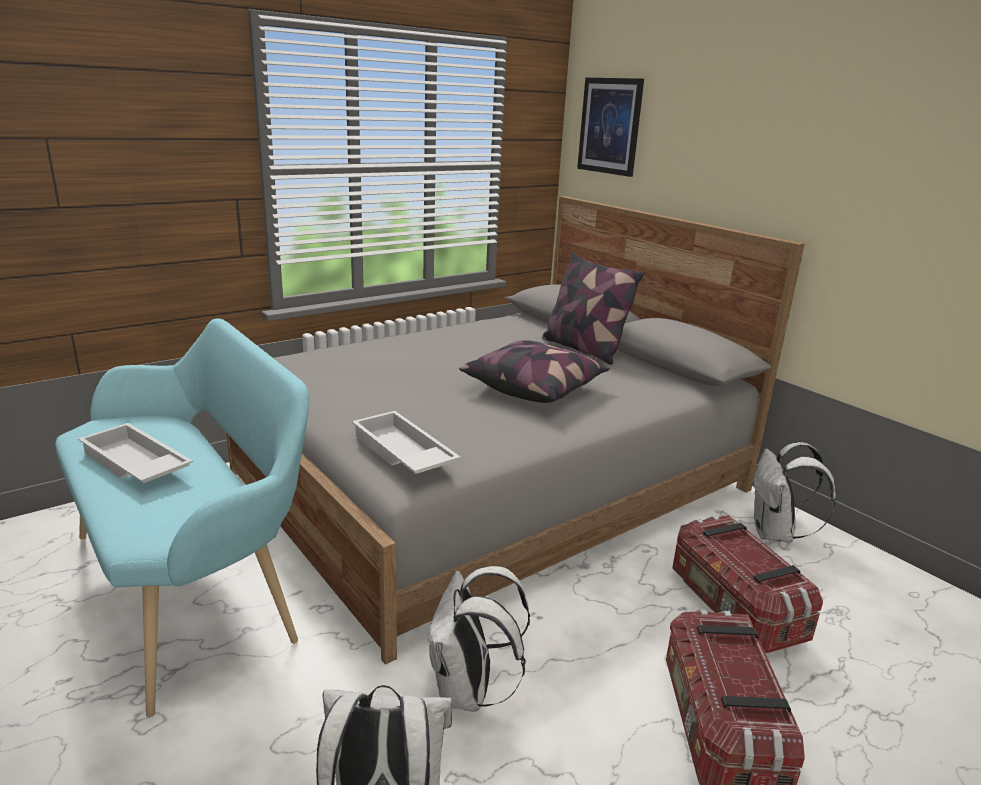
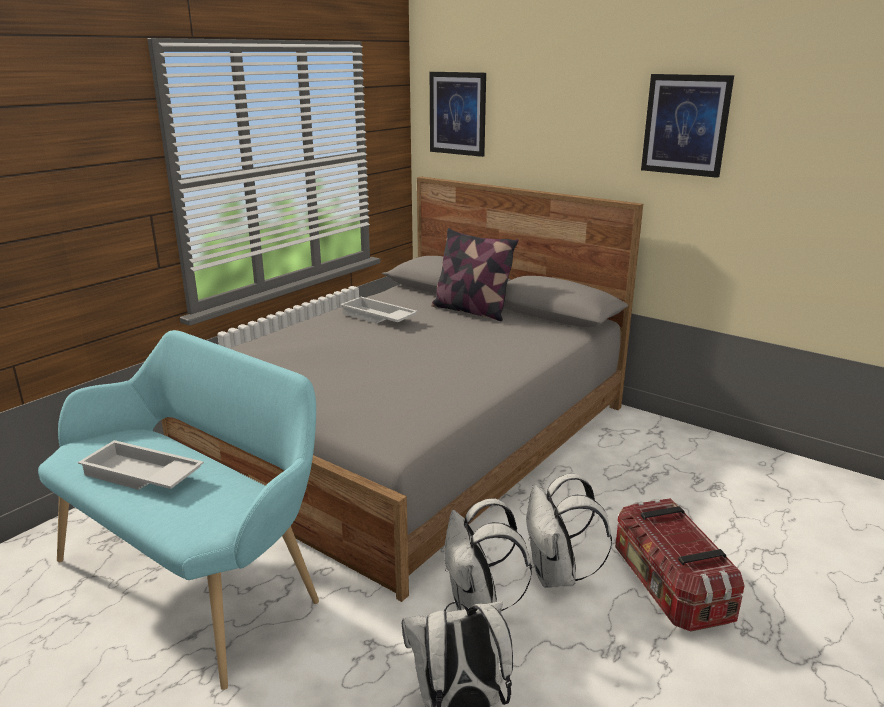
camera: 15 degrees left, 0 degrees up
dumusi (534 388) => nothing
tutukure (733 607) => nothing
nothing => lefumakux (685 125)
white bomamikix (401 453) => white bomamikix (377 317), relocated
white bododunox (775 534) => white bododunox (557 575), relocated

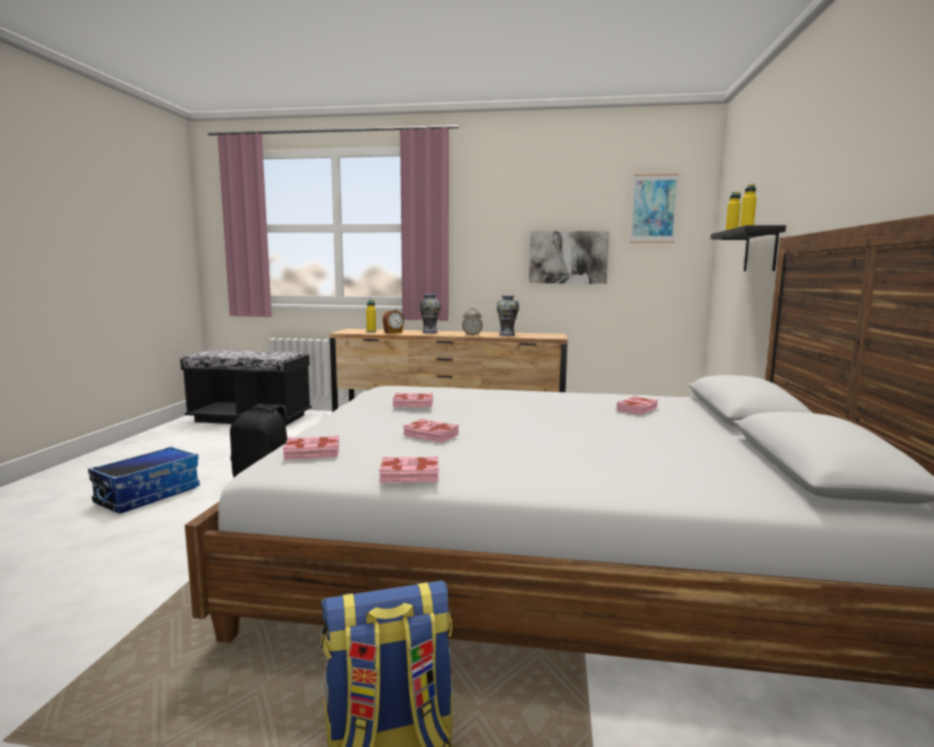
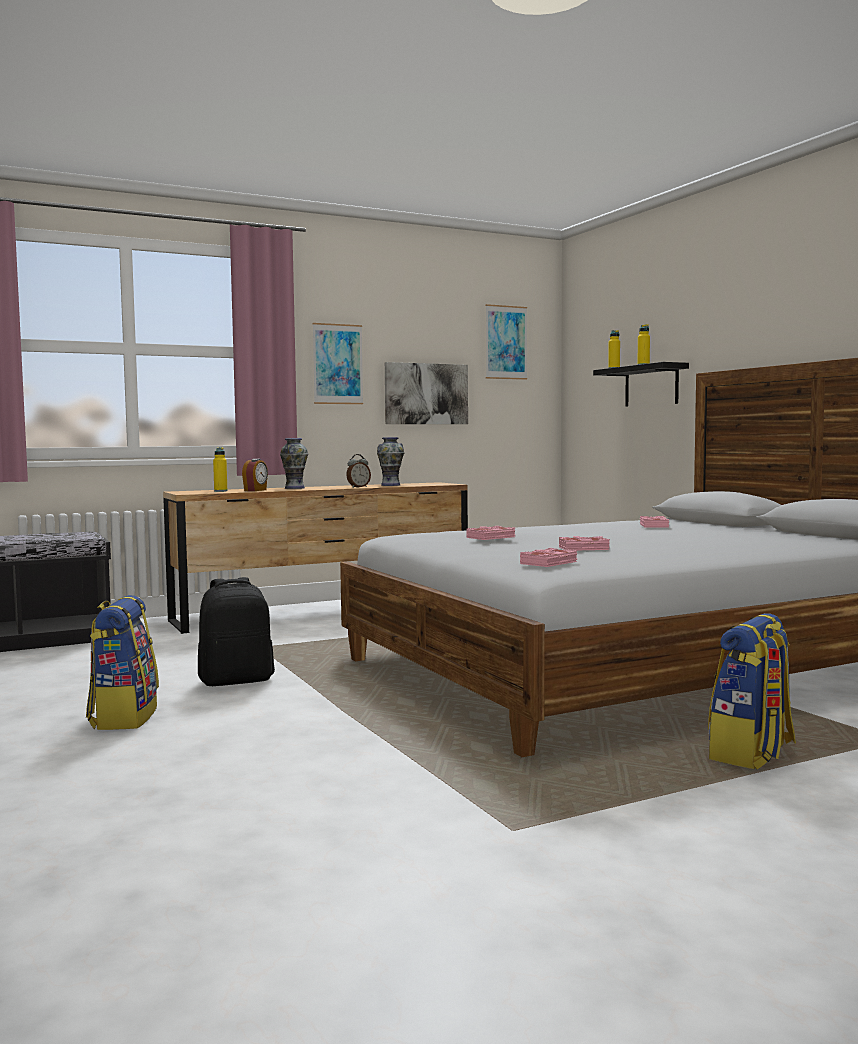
camera: 35 degrees left, 5 degrees down
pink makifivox (410 476) => nothing
nothing => lefumakux (337 364)
tutukure (148 495) => bododunox (123 717)

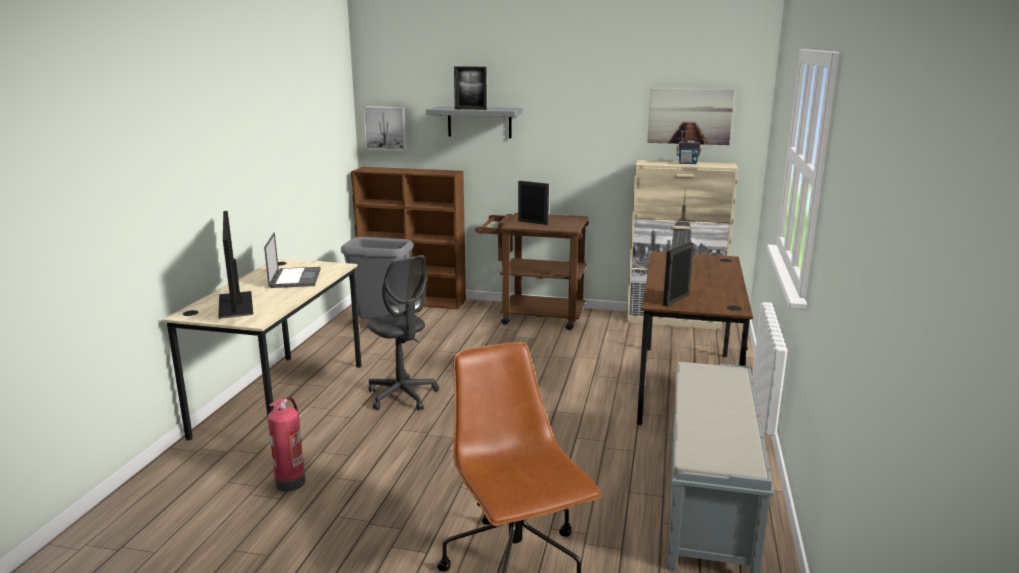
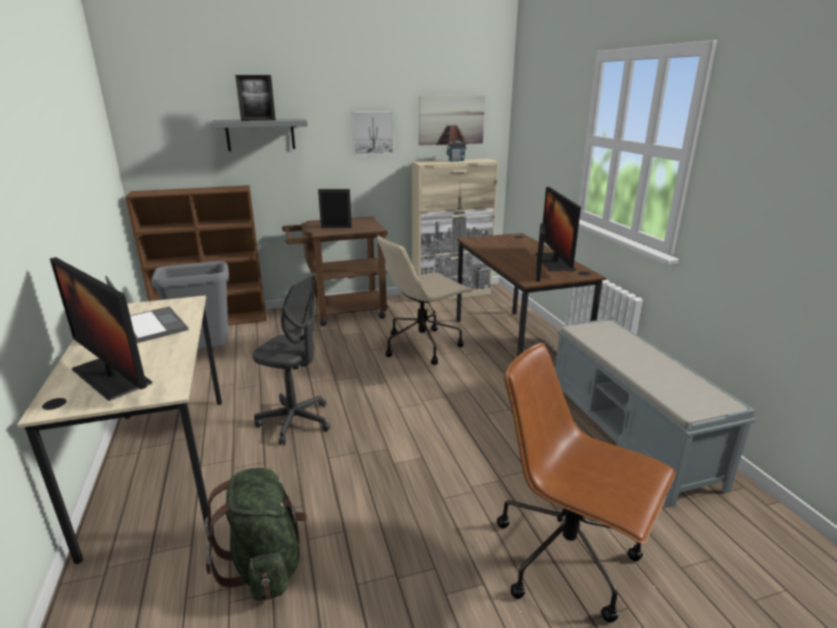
camera: 30 degrees left, 5 degrees up
nothing => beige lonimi (423 345)
nothing => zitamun (554 262)
lefumakux (385 128) => lefumakux (372 133), relocated
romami (290 481) => green bododunox (265 564)

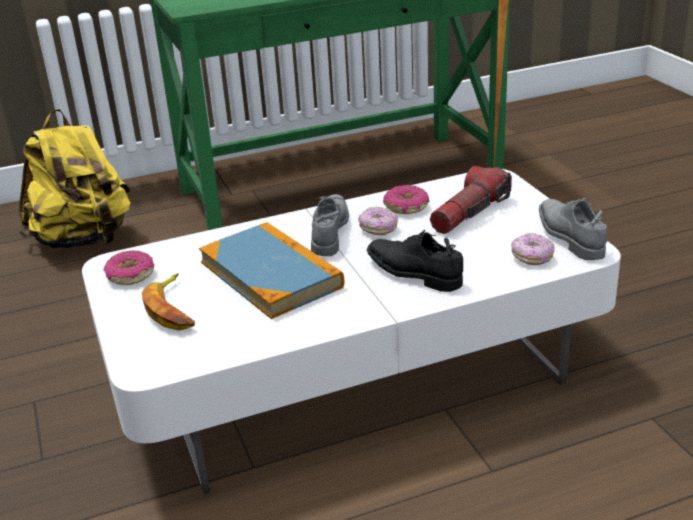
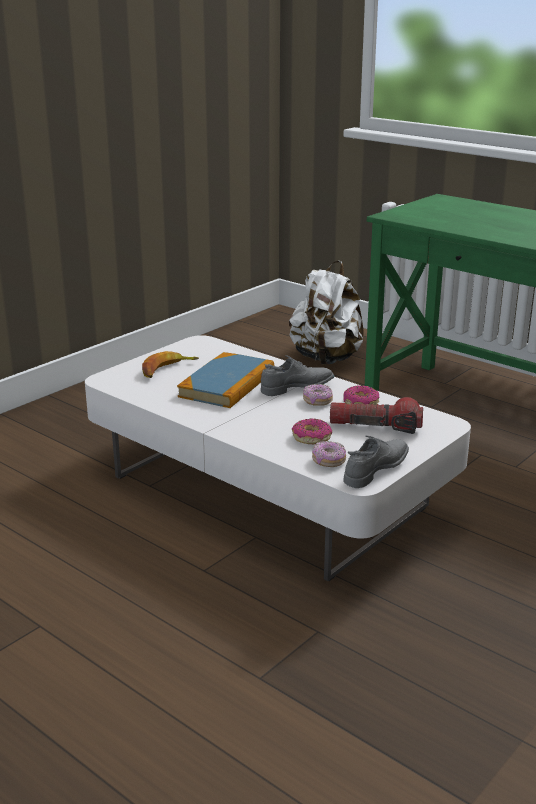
camera: 60 degrees right, 5 degrees down
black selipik (413 273) => nothing
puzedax (130 275) => puzedax (311 438), relocated
yellow bododunox (84 240) => white bododunox (326 359)

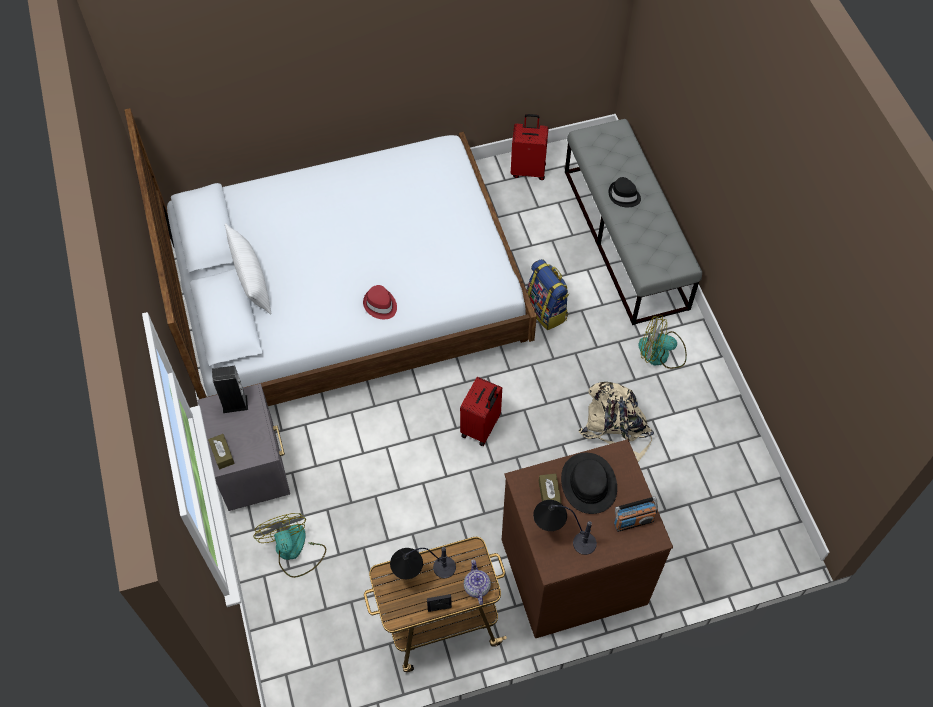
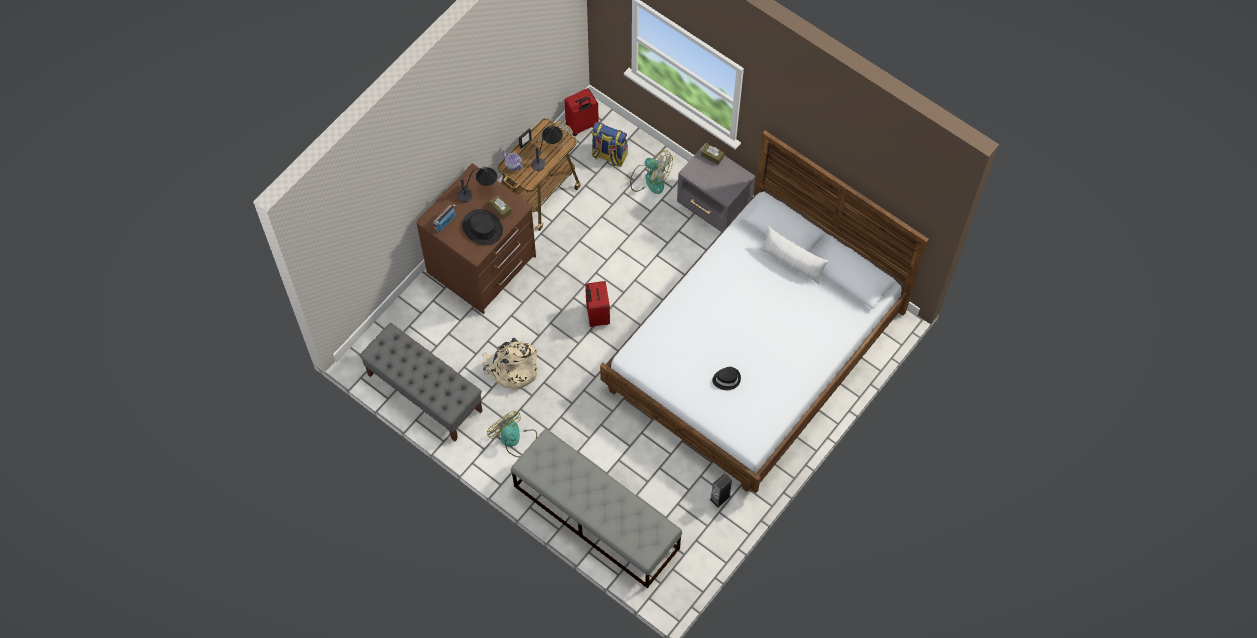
camera: 145 degrees right, 5 degrees up
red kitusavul (380 305) => nothing
nothing => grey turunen (424 393)
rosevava (235 404) => rosevava (720 497), relocated
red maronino (528 170) => red maronino (582 125), relocated
bododunox (547 310) => bododunox (609 155), relocated
black kitusavul (624 196) => black kitusavul (726 379), relocated
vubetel (661 353) => vubetel (514 439), 105 degrees counterclockwise

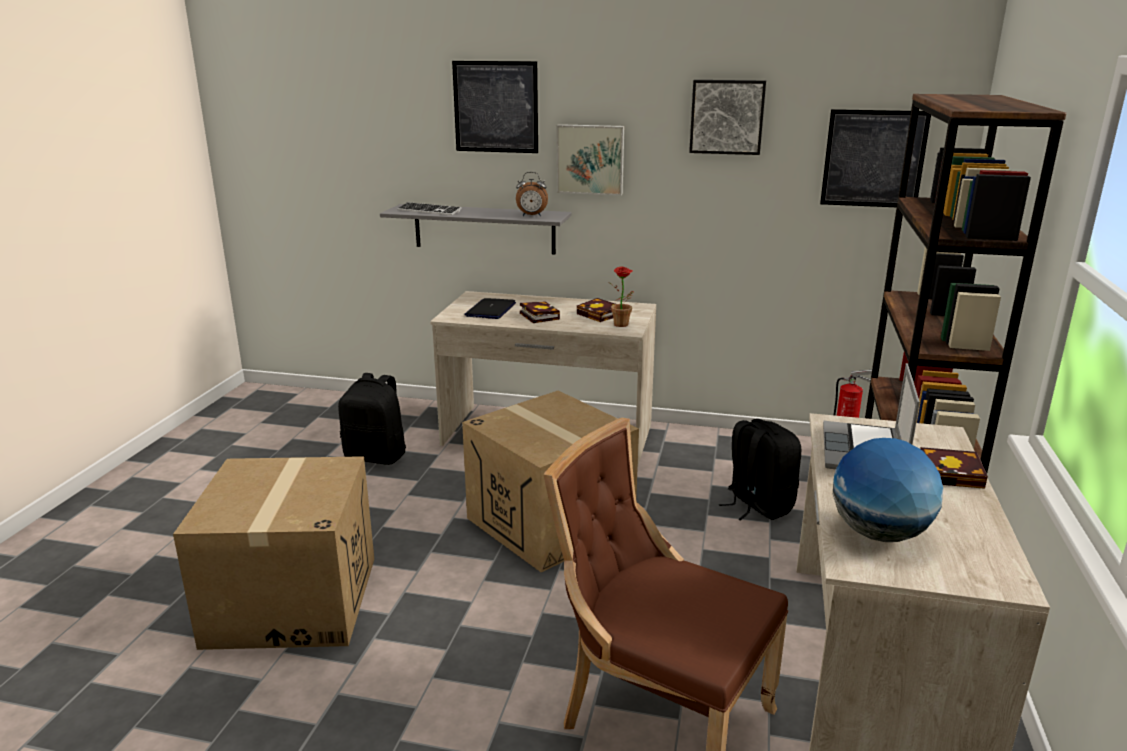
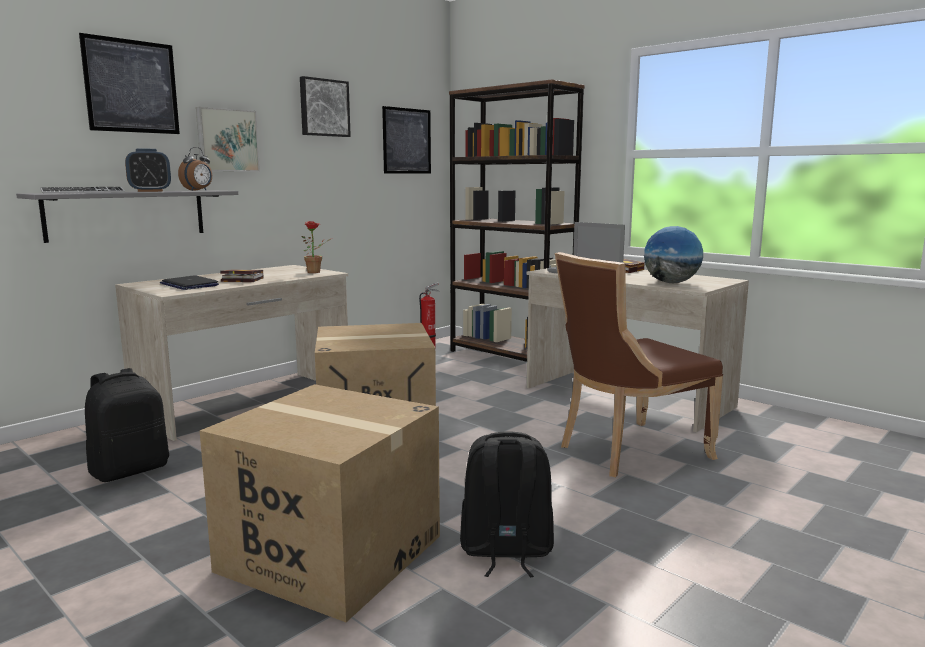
camera: 60 degrees left, 10 degrees down
makifivox (600 315) => nothing
nothing => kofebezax (150 191)
black bododunox (757 505) => black bododunox (505 551), relocated

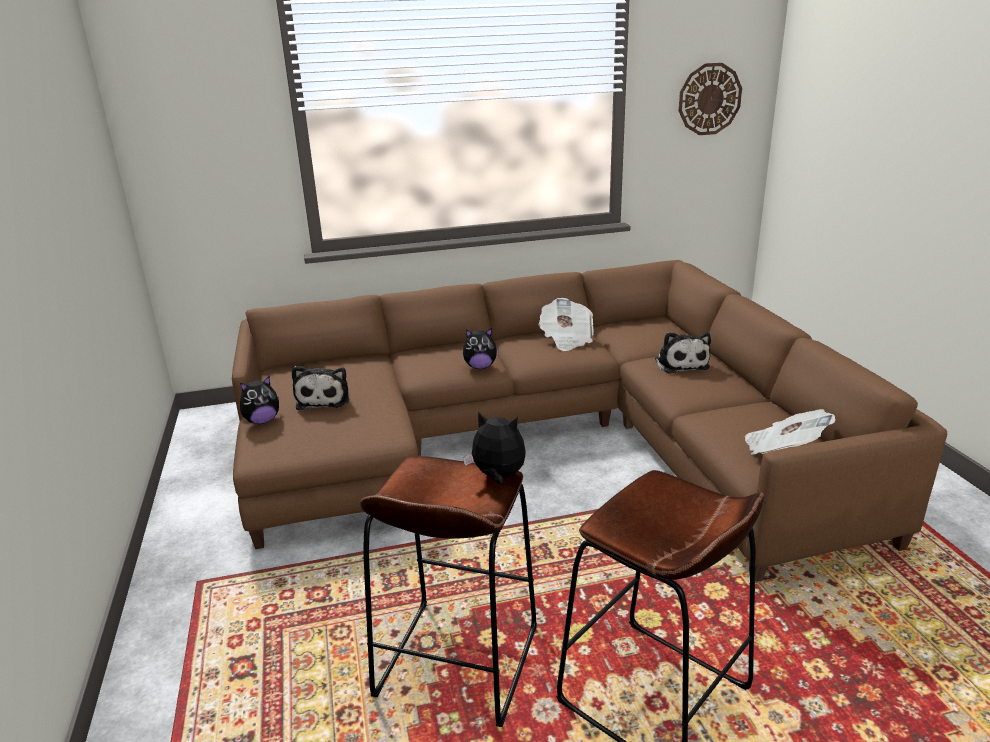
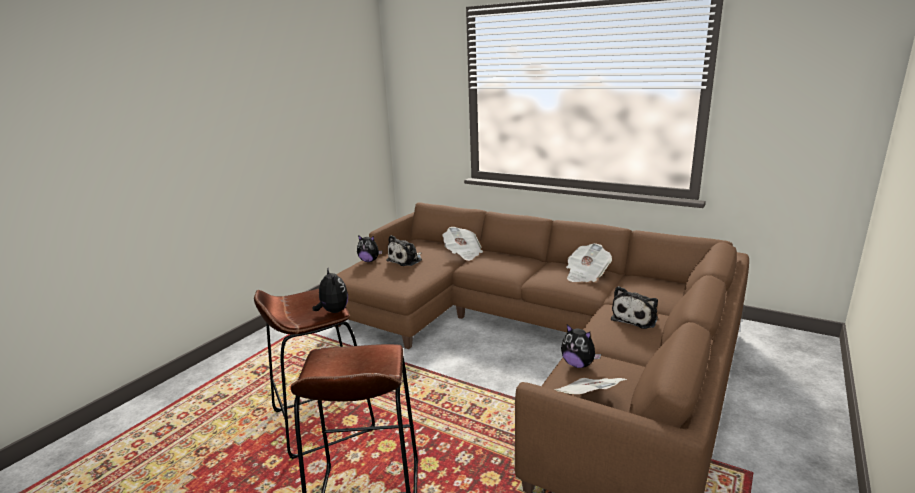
camera: 45 degrees right, 5 degrees down
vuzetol (709 99) => nothing
nothing => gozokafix (463 253)
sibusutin (480 367) => sibusutin (578 364), relocated

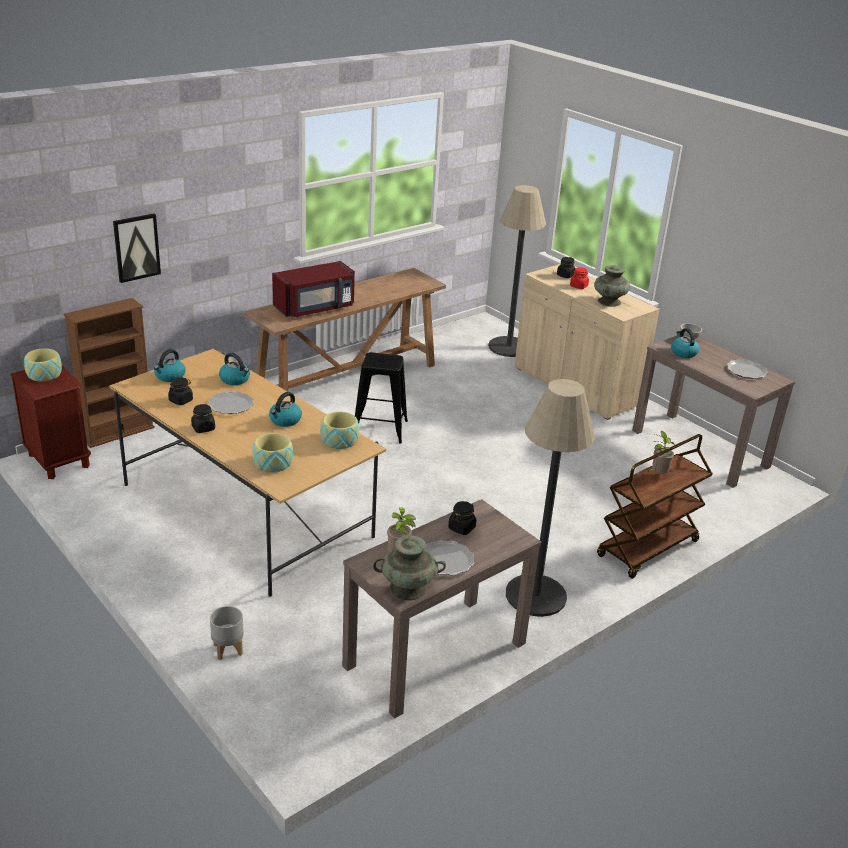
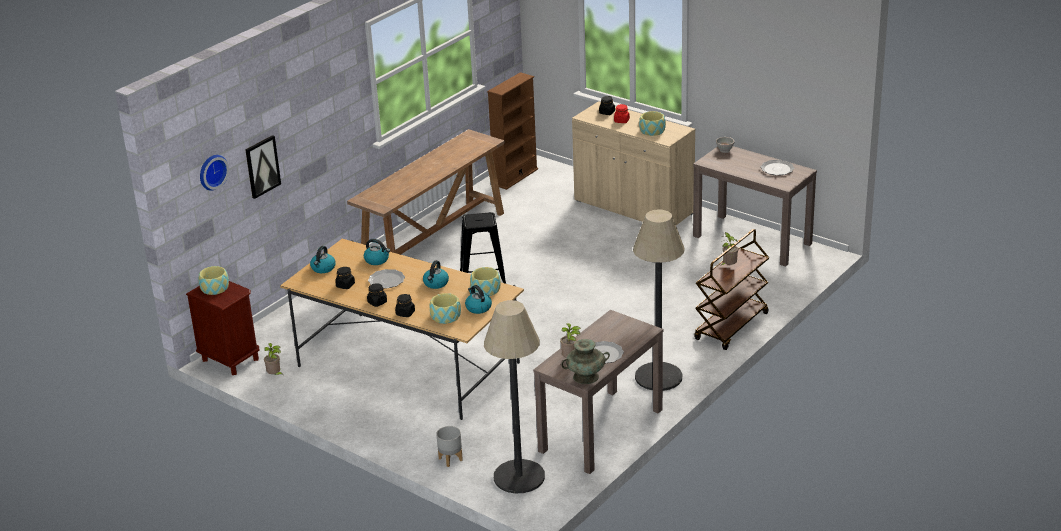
camera: 10 degrees left, 0 degrees up
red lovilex (315 308) => nothing
nothing => vuzetol (211 171)
nothing => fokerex (275 375)
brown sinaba (117 432) => brown sinaba (515 177), relocated
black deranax (461 528) => black deranax (405 313), relocated
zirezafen (509 347) => zirezafen (519 477), relocated
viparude (683 352) => viparude (478 308), relocated
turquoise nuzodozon (609 301) => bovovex (652 130)

